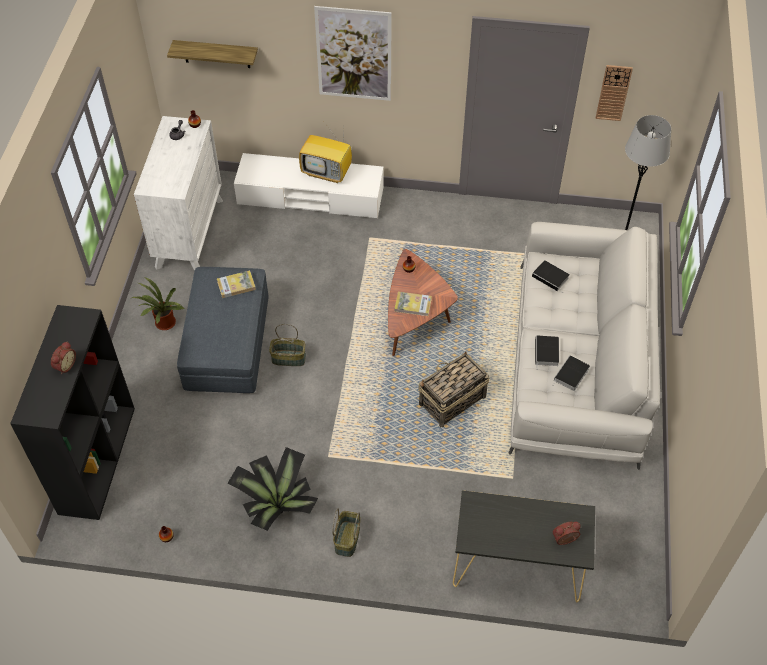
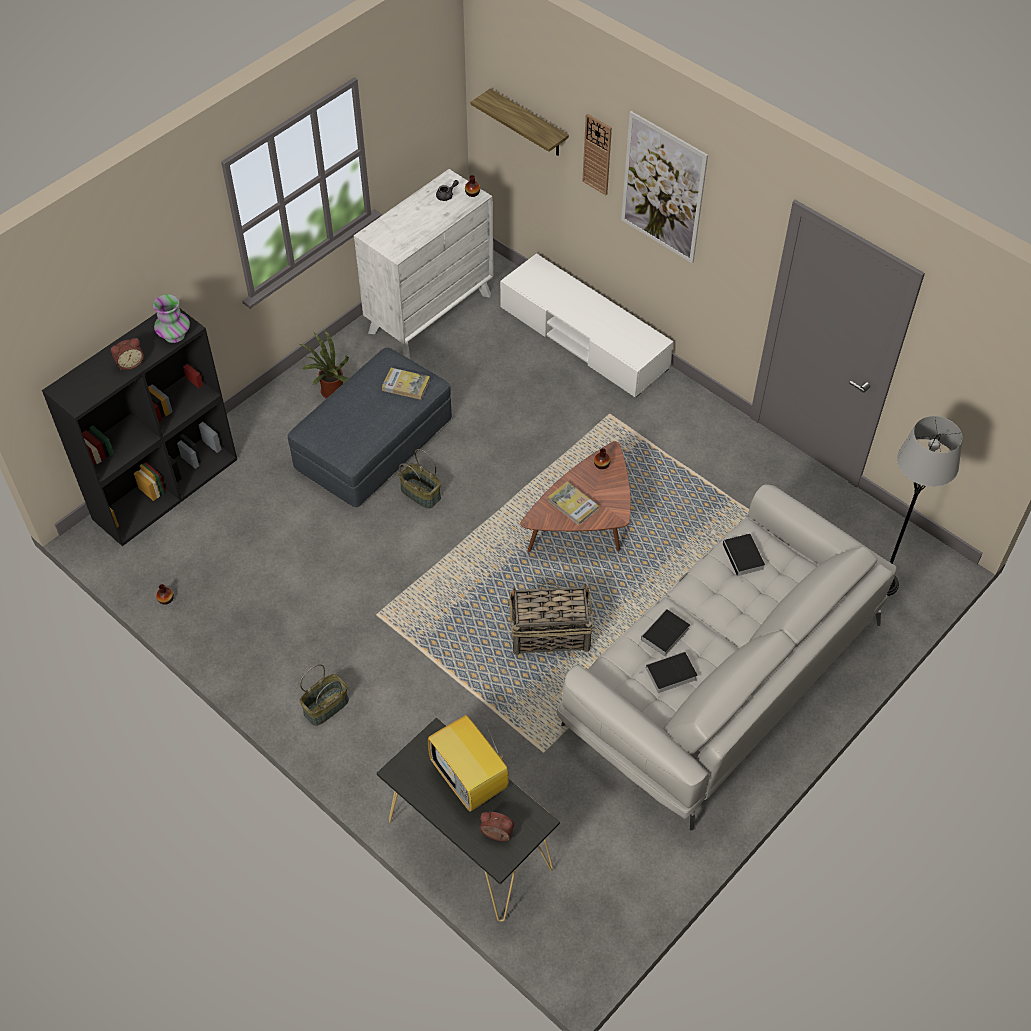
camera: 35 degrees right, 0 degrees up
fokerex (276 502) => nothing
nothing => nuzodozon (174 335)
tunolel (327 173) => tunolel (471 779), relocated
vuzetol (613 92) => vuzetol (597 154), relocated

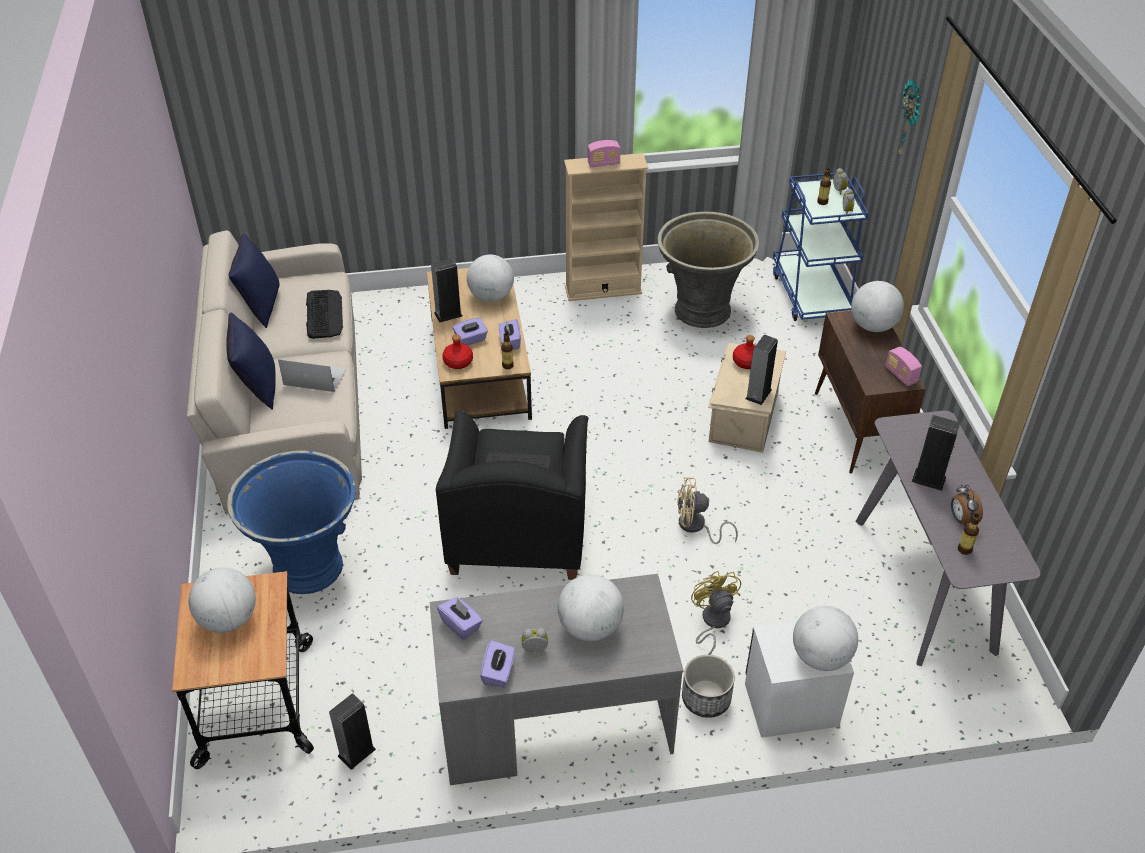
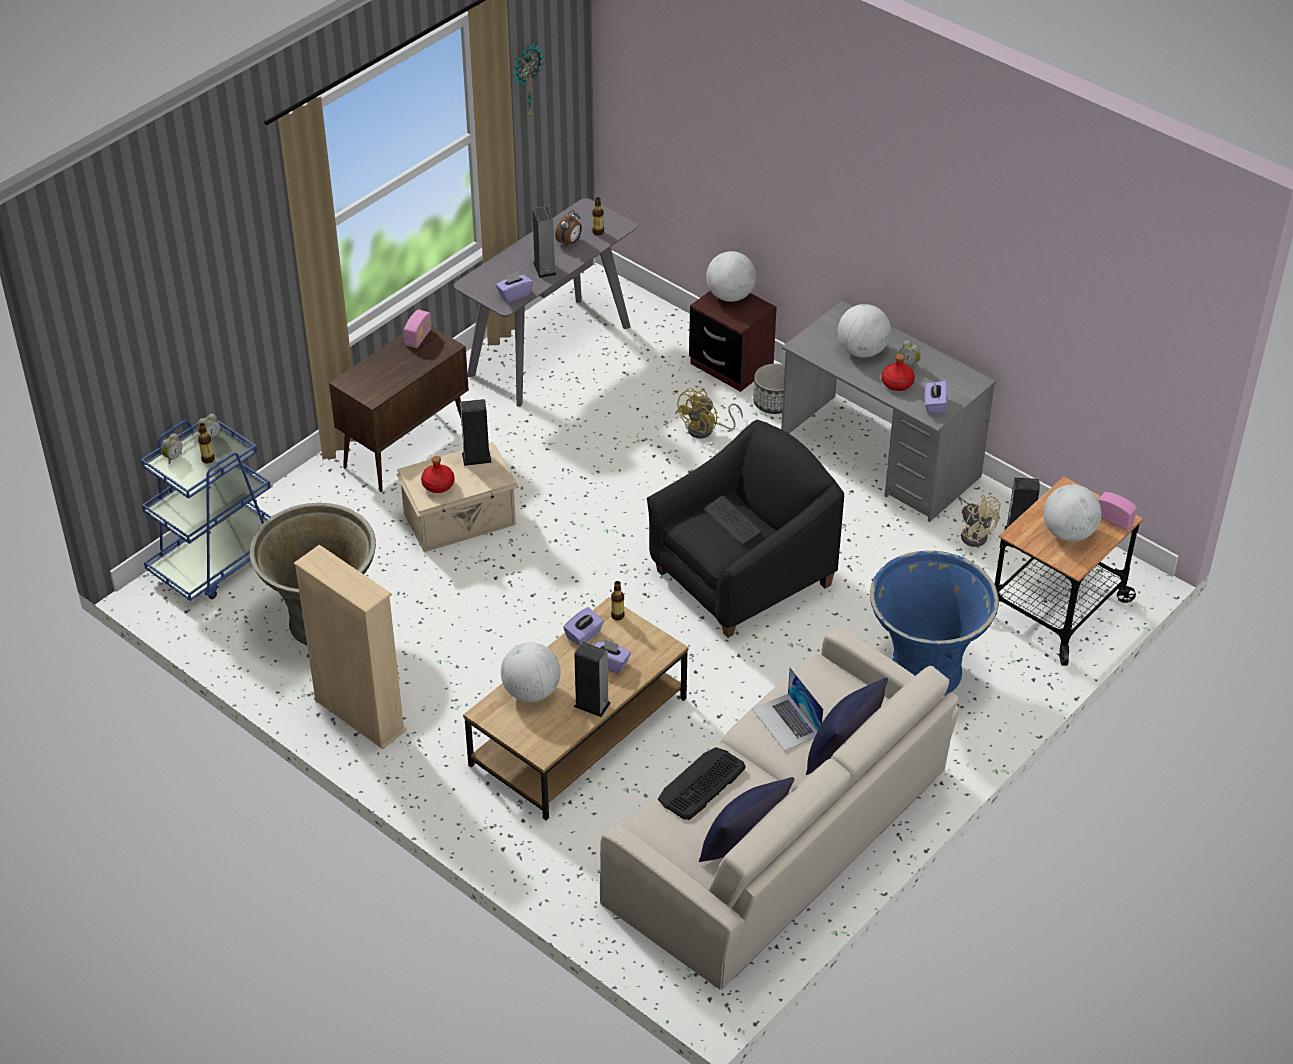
camera: 130 degrees left, 0 degrees up
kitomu (872 326) => nothing
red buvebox (457 362) => red buvebox (897 383), relocated
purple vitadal (498 672) => purple vitadal (514 294), relocated
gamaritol (603 163) => gamaritol (1113 520), relocated
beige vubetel (696 527) => beige vubetel (974 533), relocated
vuzetol (911 119) => vuzetol (526 80), relocated
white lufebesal (791 704) => brown lufebesal (731 365)

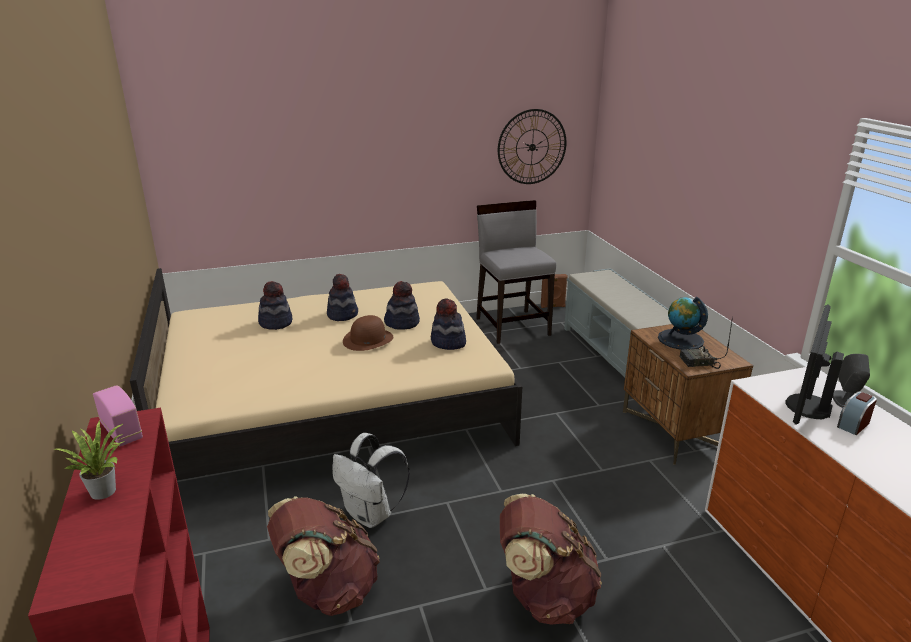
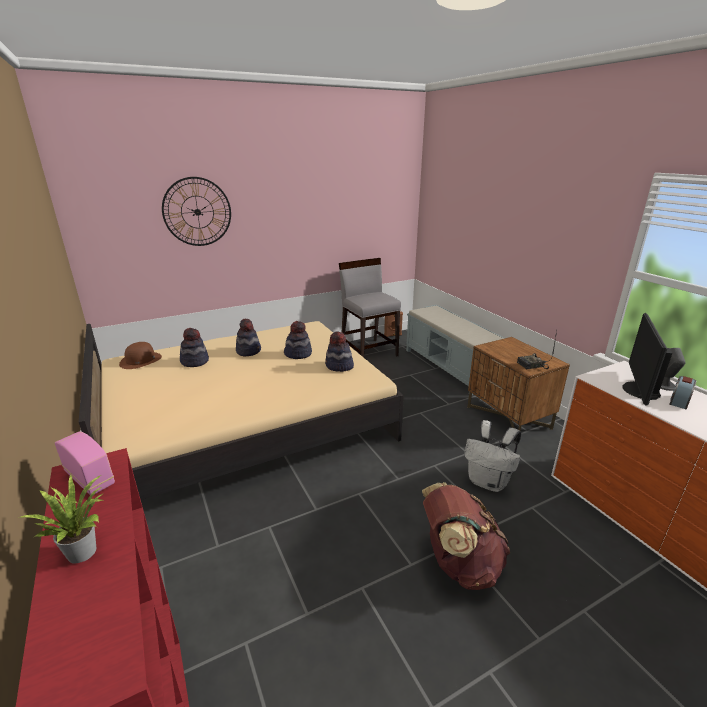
camera: 10 degrees left, 0 degrees up
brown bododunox (327 590) => nothing
kitomu (680 339) => nothing
white bododunox (371 515) => white bododunox (488 482), relocated
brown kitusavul (368 339) => brown kitusavul (140 360), relocated
vuzetol (532 147) => vuzetol (197 212), relocated

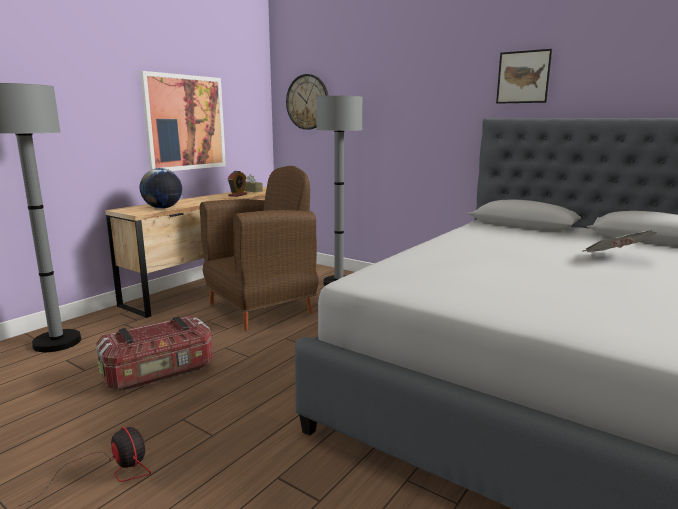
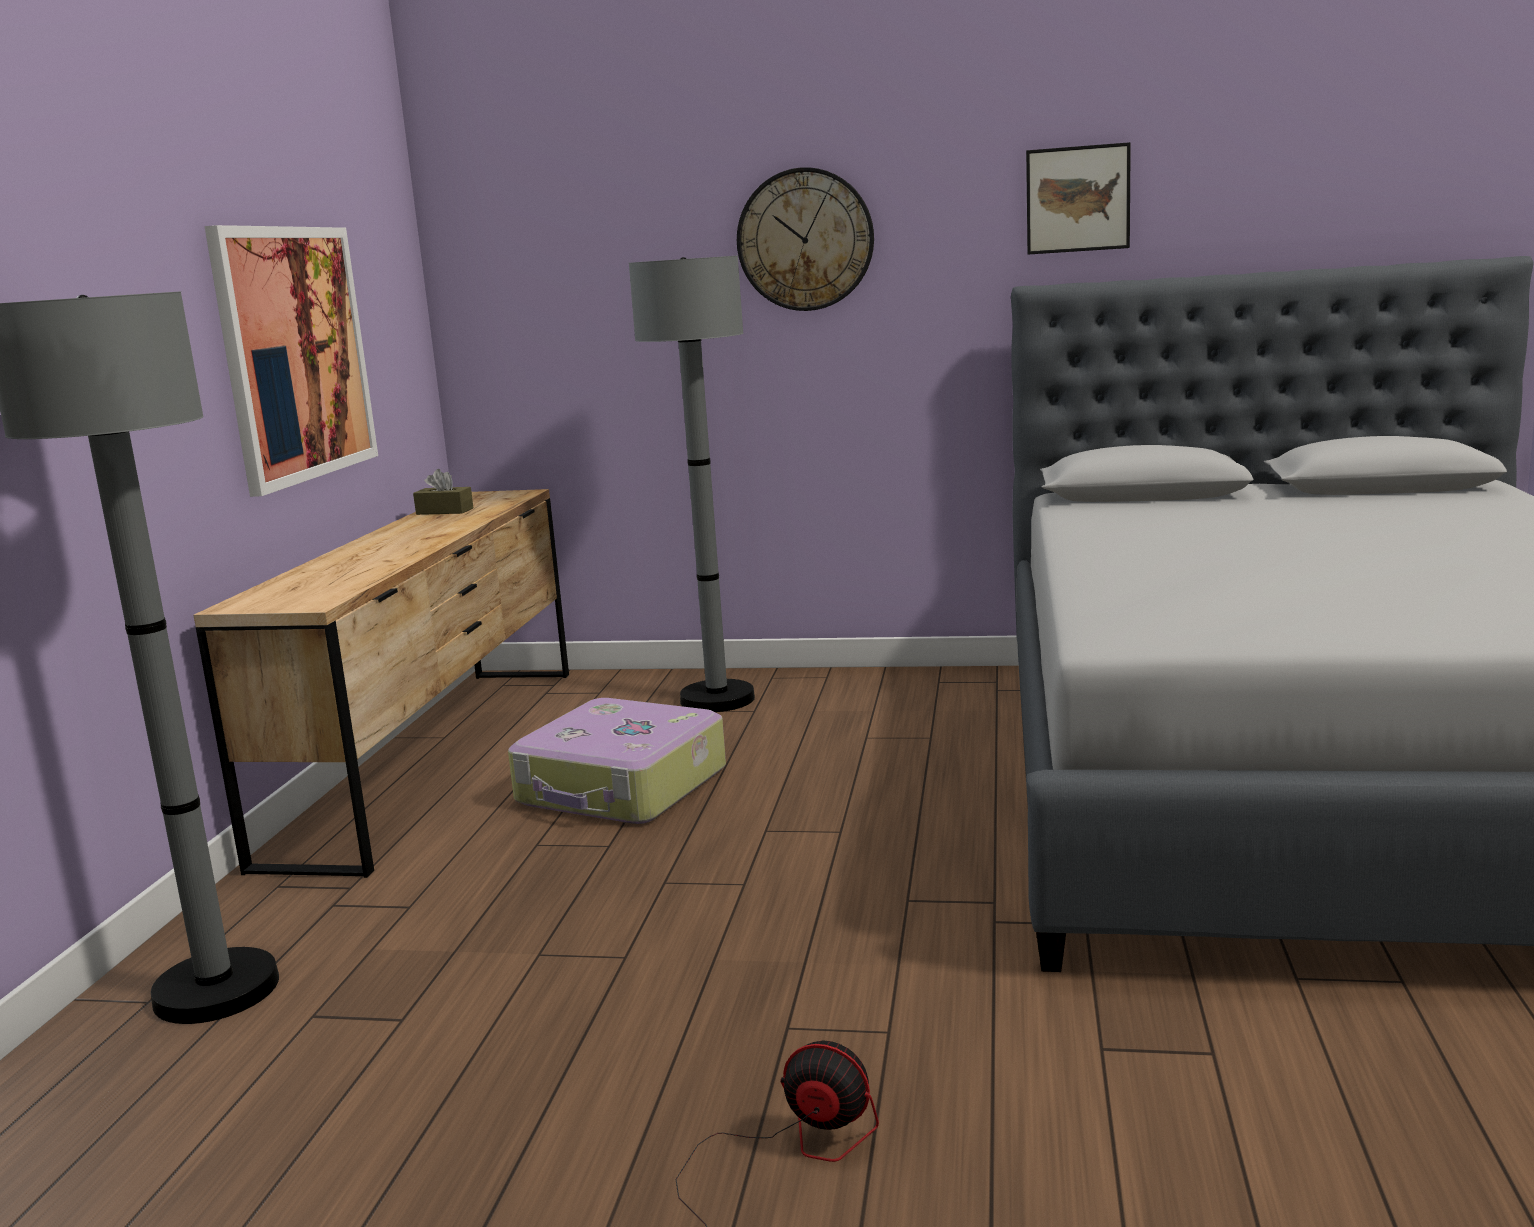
camera: 25 degrees left, 0 degrees up
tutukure (159 373) => nothing
kitomu (163 208) => nothing
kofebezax (237 195) => nothing
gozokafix (615 258) => nothing
vuzetol (307 102) => vuzetol (805 240), relocated
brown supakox (262 308) => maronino (622 787)

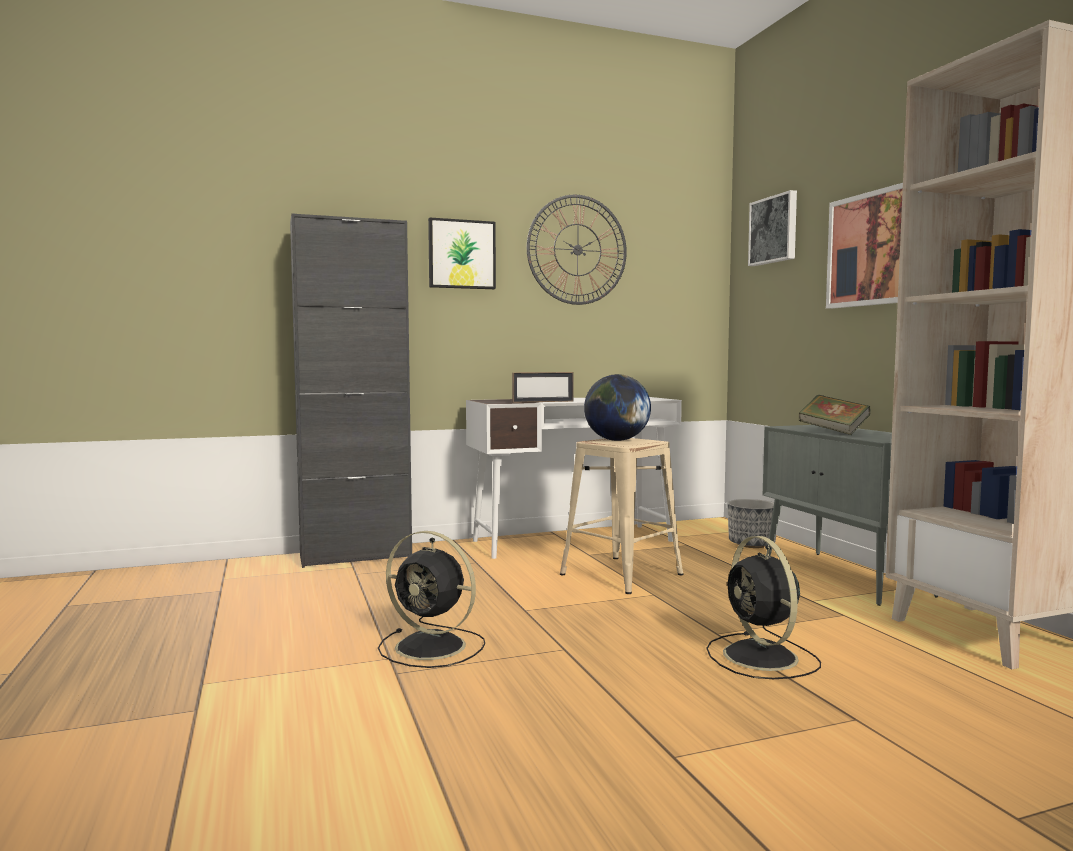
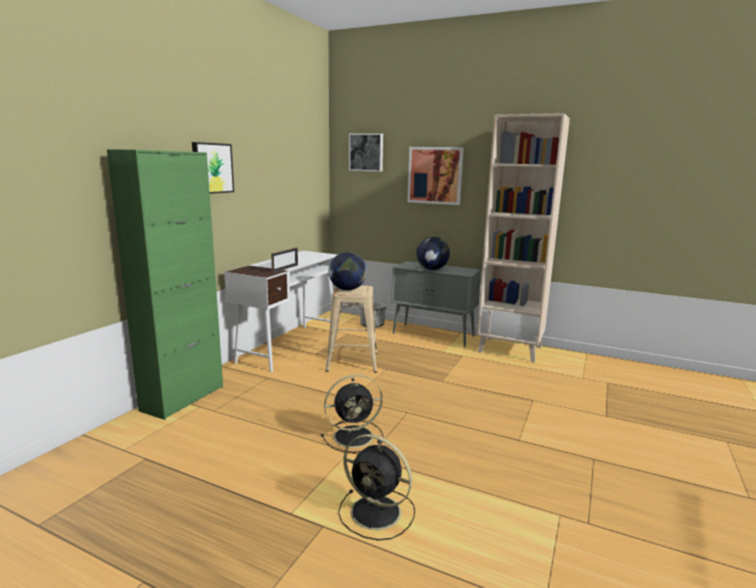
camera: 45 degrees left, 10 degrees up
vuzetol (577 250) => nothing
black vubetel (762 657) => black vubetel (378 513), relocated
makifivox (833 432) => kitomu (432 269)
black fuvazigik (355 556) => green fuvazigik (183 398)

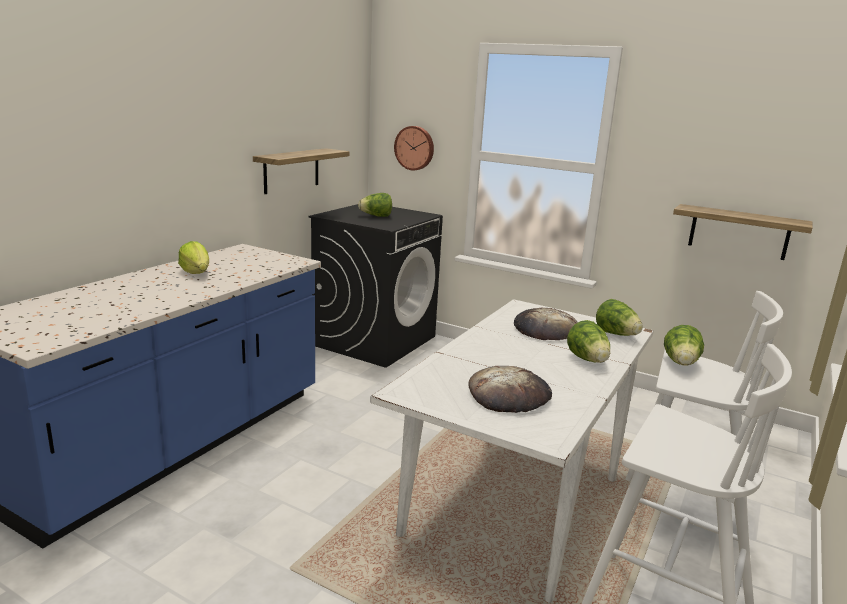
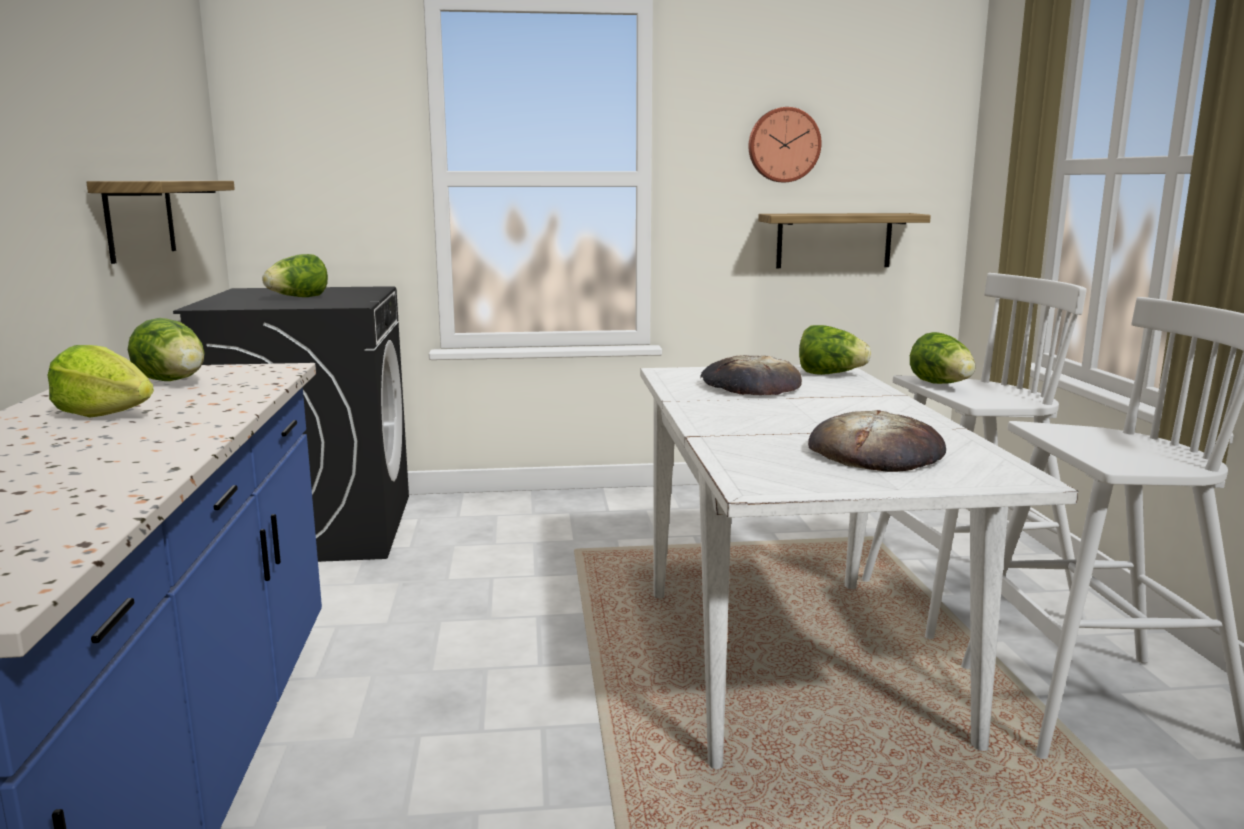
camera: 35 degrees left, 5 degrees down
vuzetol (415 148) => vuzetol (783 145), relocated
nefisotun (588 360) => nefisotun (175 382), relocated

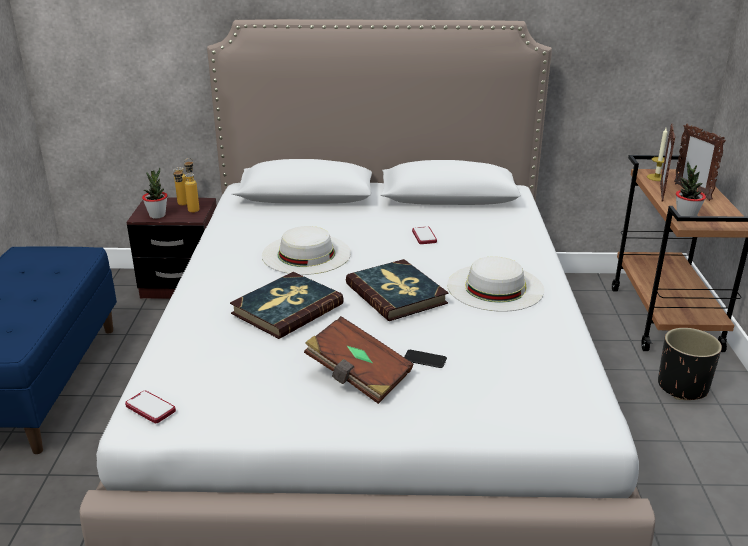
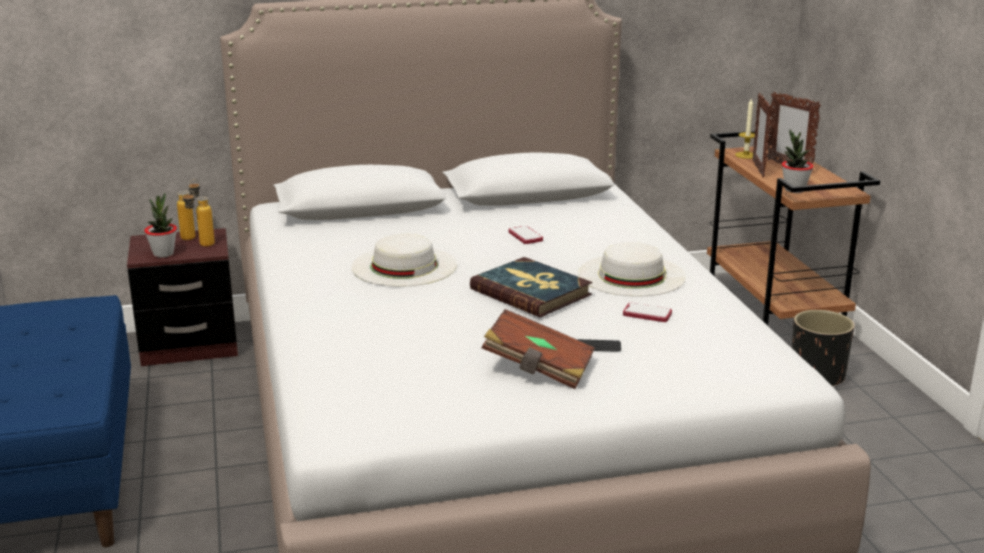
camera: 15 degrees left, 5 degrees down
makifivox (286 309) => nothing
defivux (150 408) => defivux (647 314), relocated

